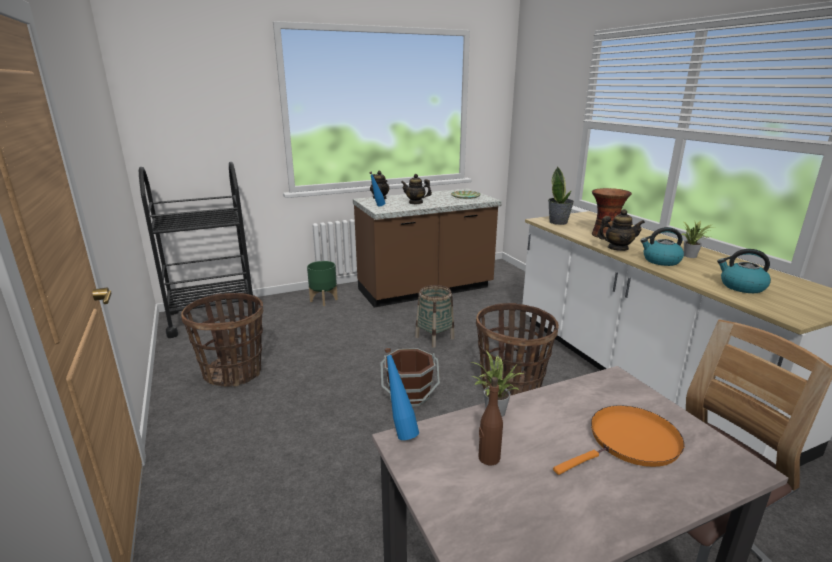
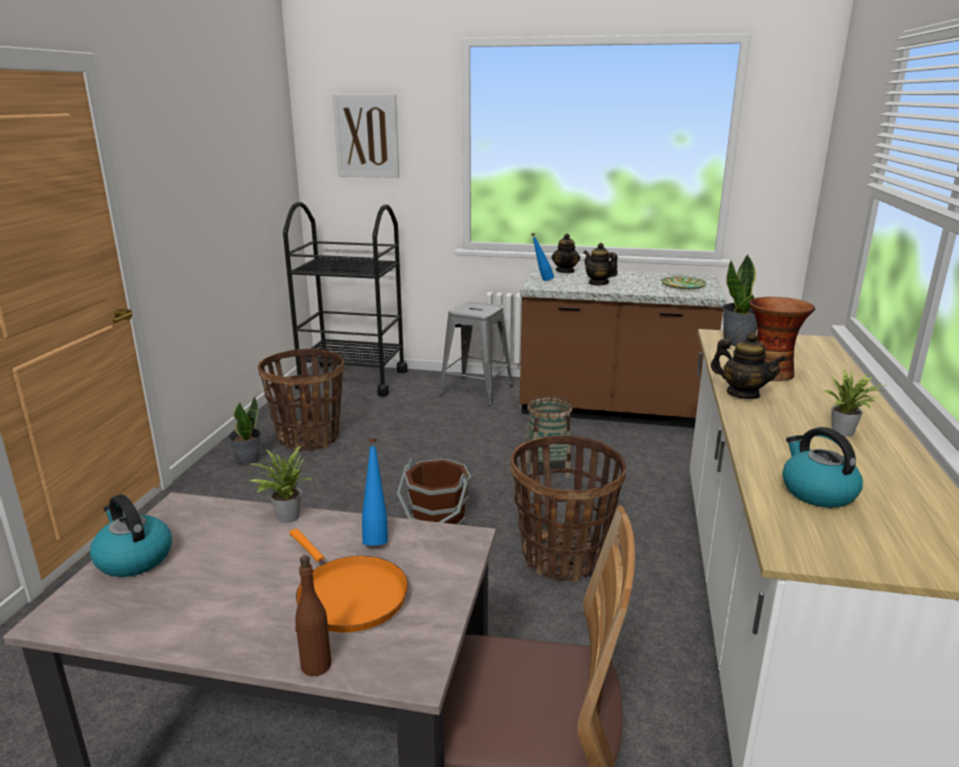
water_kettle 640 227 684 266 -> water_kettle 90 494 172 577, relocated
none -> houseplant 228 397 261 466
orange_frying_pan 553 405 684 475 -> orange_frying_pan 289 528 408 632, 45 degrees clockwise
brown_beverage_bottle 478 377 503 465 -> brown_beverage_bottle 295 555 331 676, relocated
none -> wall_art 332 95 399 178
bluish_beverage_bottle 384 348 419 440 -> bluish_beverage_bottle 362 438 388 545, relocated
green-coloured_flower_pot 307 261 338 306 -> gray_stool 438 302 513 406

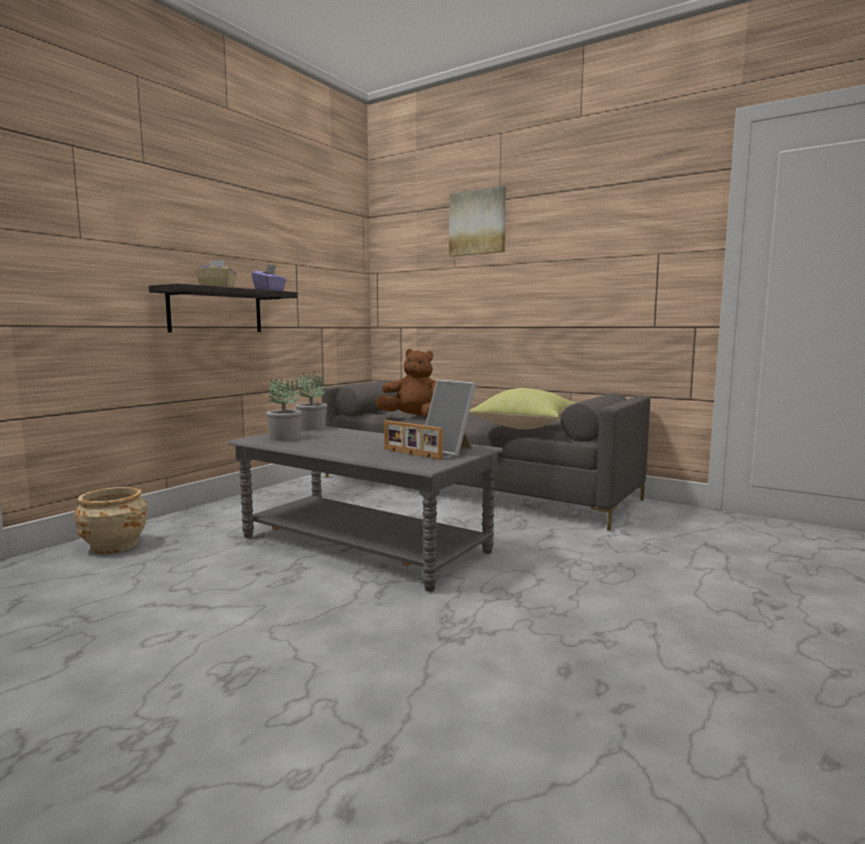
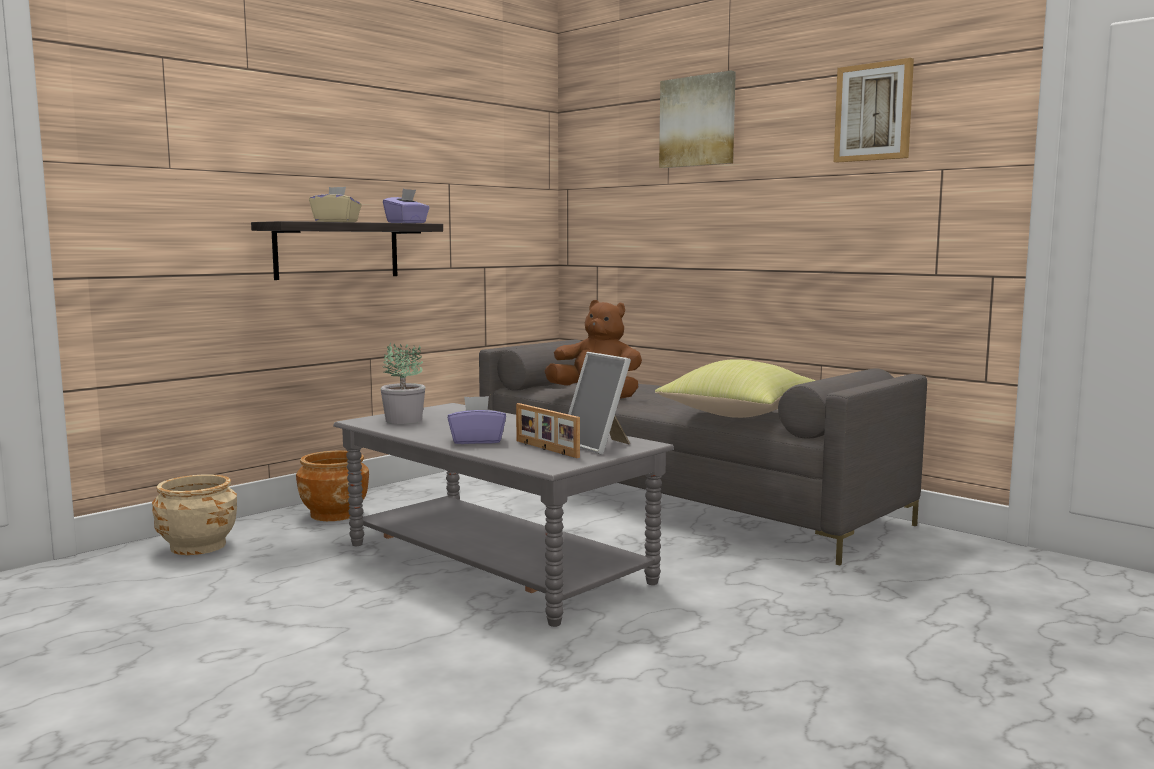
none -> brown_flower_pot 296 451 369 521
none -> purple_tissue_holder 448 396 506 444
none -> wall_art 834 58 914 163
houseplant 295 371 327 430 -> none

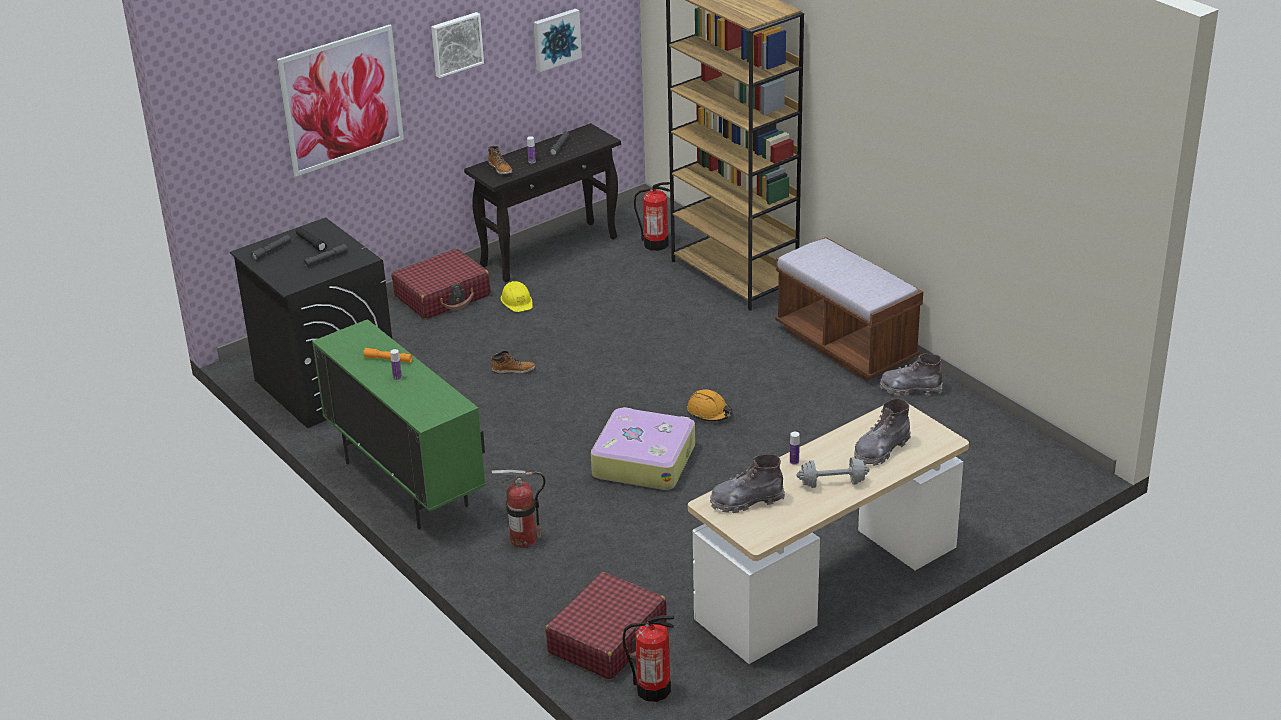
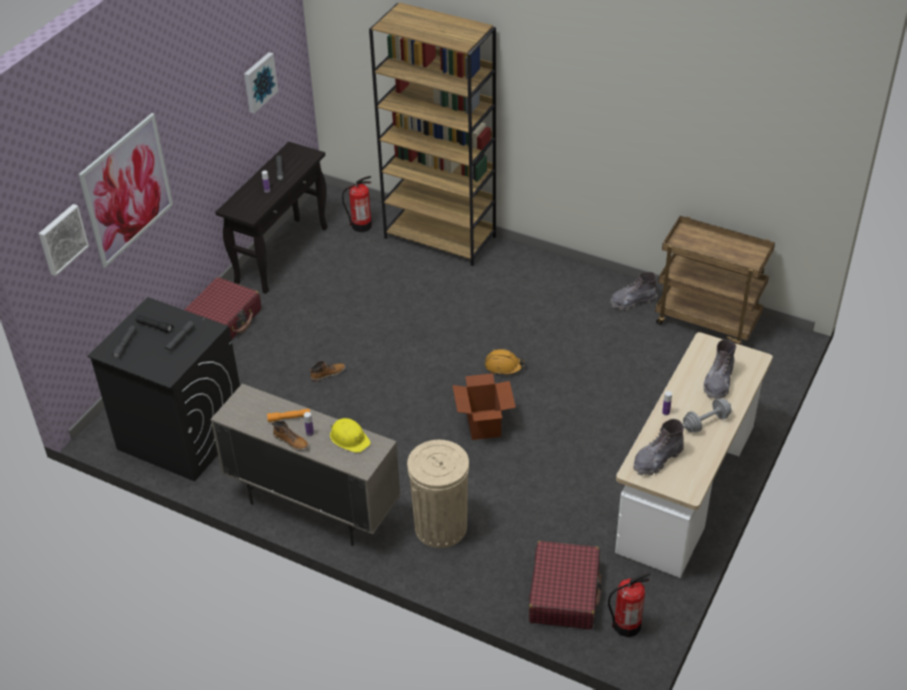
wall_art 431 12 484 78 -> wall_art 39 204 89 276, relocated
green-coloured_cabinet 312 319 486 530 -> sand-coloured_cabinet 210 383 401 546
high-top_boot 488 146 512 175 -> high-top_boot 272 420 309 451, relocated
yellow_hard_hat 501 281 533 312 -> yellow_hard_hat 330 418 371 453, relocated
fire_extinguisher 492 470 546 548 -> sand-coloured_waste_bin 407 440 469 548
piece_of_luggage 591 407 695 490 -> packing_box 452 373 516 440
none -> brown_trolley 655 216 775 345
brown_bench 775 237 923 381 -> none

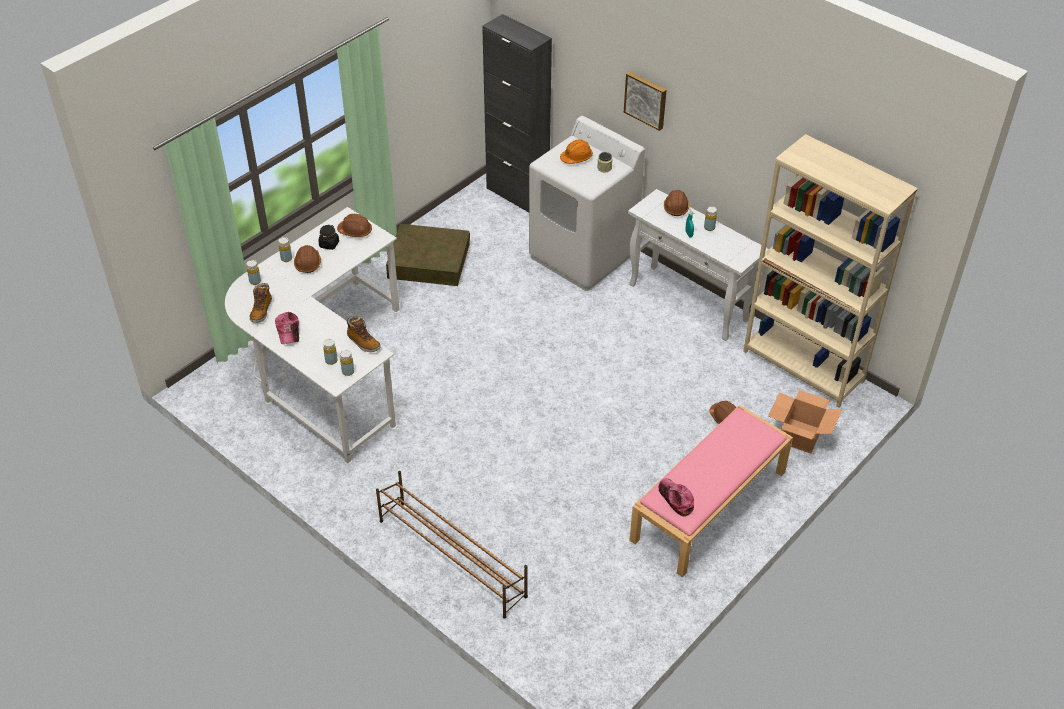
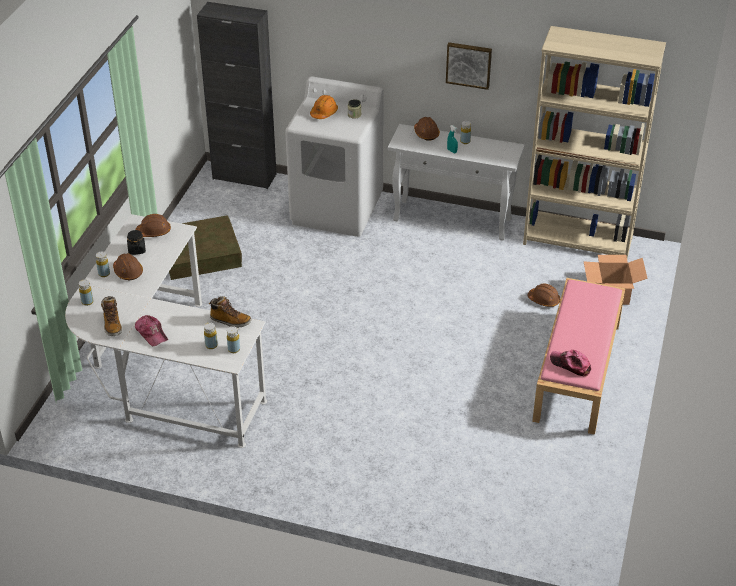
wall_art 624 72 667 131 -> wall_art 446 42 492 90, relocated
brown_shoe_stand 376 471 528 619 -> none

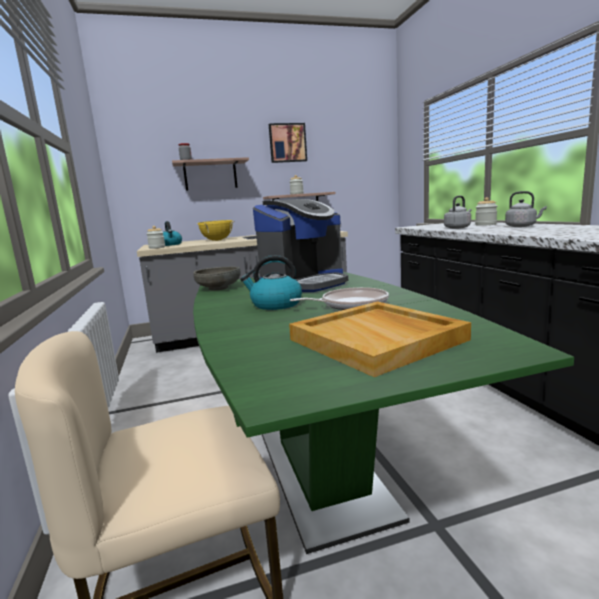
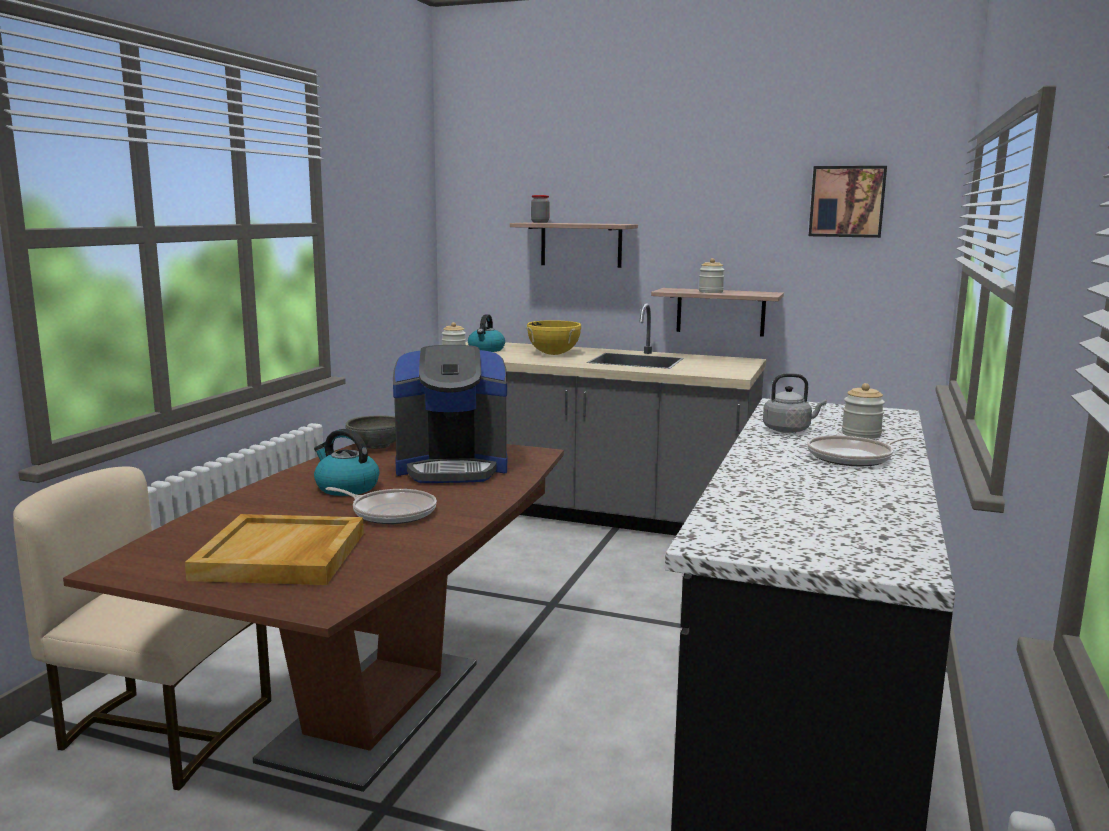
green-coloured_dining_table 193 272 574 554 -> brown_dining_table 63 441 564 792
gray_water_kettle 505 191 547 227 -> frying_pan 807 435 918 466
wall_art 269 123 307 163 -> wall_art 809 166 887 238, relocated

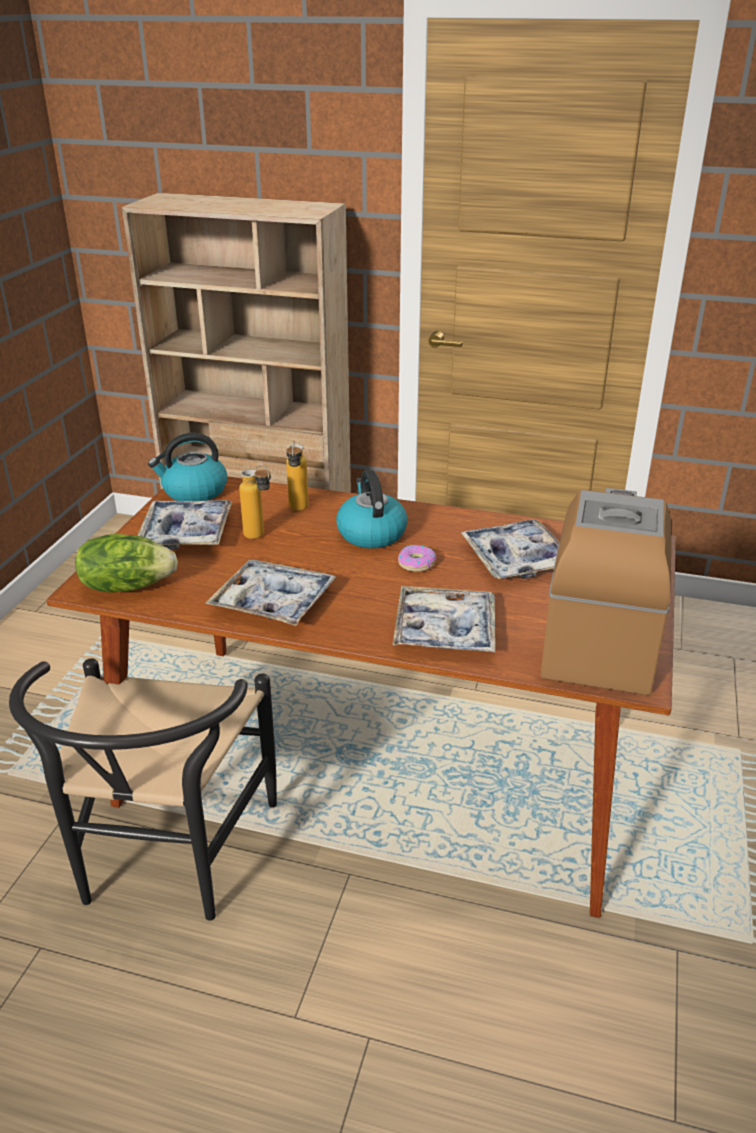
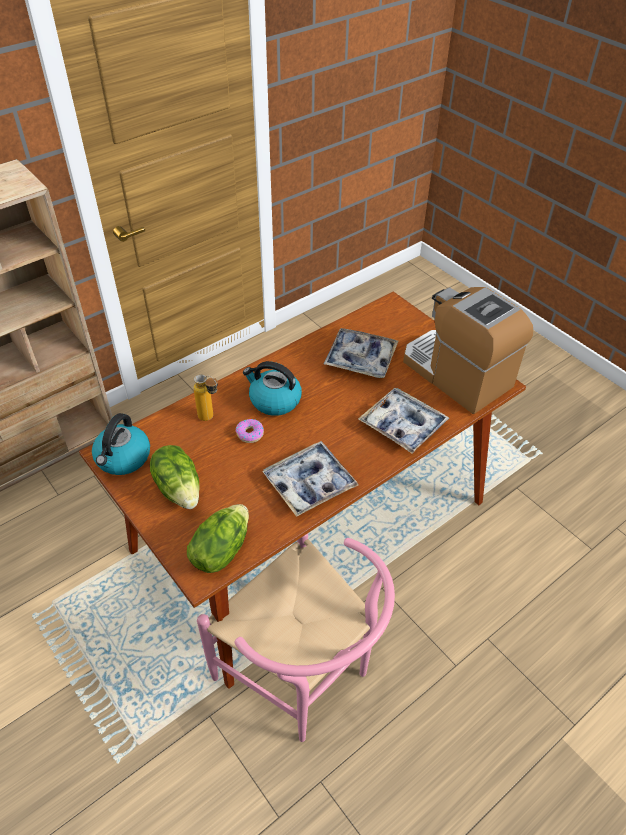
carrying_tray 137 500 232 550 -> head_of_lettuce 150 445 200 509
black_upright_chair 9 658 277 921 -> pink_upright_chair 197 534 395 742
doughnut 398 545 436 572 -> doughnut 236 419 264 443, relocated
beverage_bottle 239 464 271 539 -> none

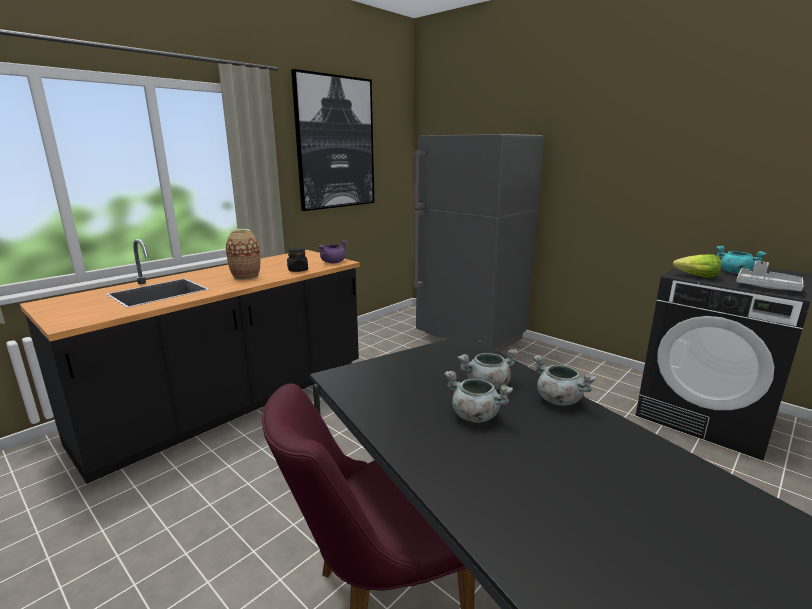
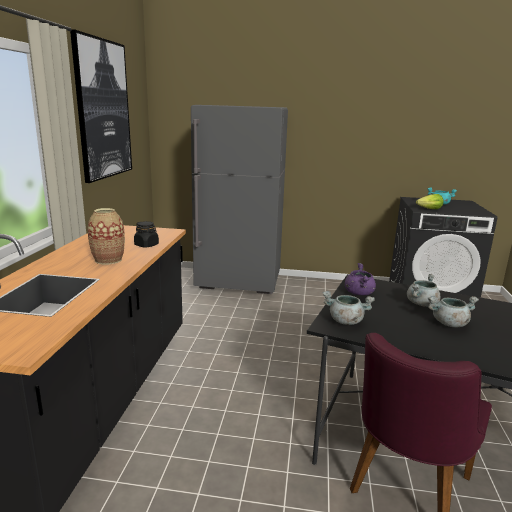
gray_stockpot 533 355 597 406 -> gray_stockpot 323 291 375 325, relocated
purple_stockpot 318 240 347 264 -> purple_stockpot 345 263 376 295, relocated
gray_carrying_tray 736 261 803 291 -> none

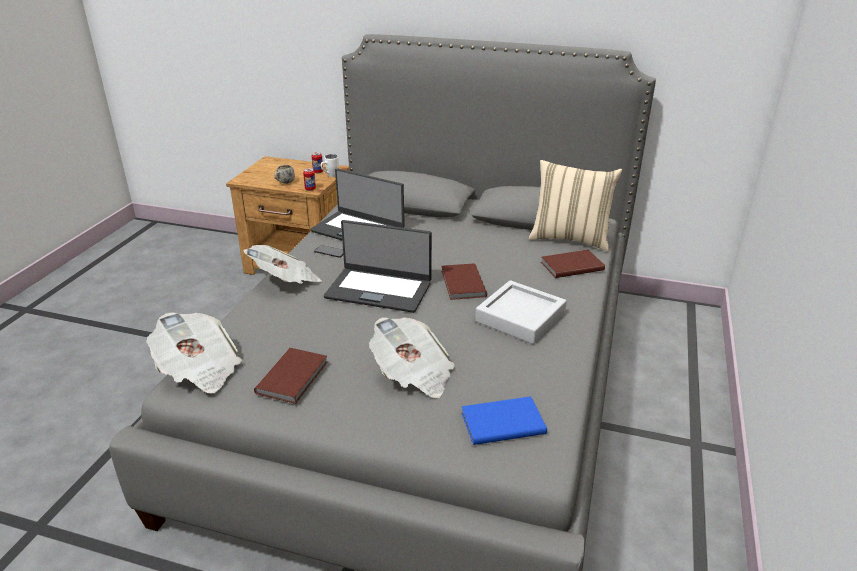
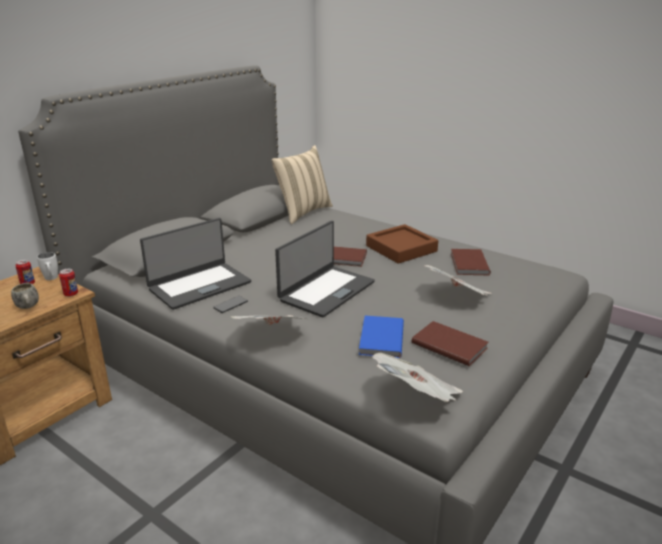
bluish_book 461 396 547 445 -> bluish_book 359 316 404 358, relocated
gray_carrying_tray 475 280 567 344 -> brown_carrying_tray 366 224 438 264
brown_book 541 250 605 278 -> brown_book 451 249 491 275, relocated

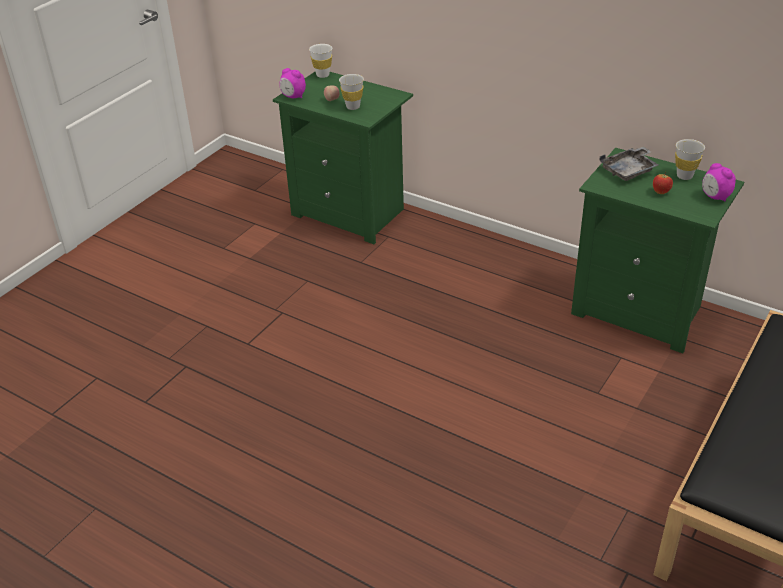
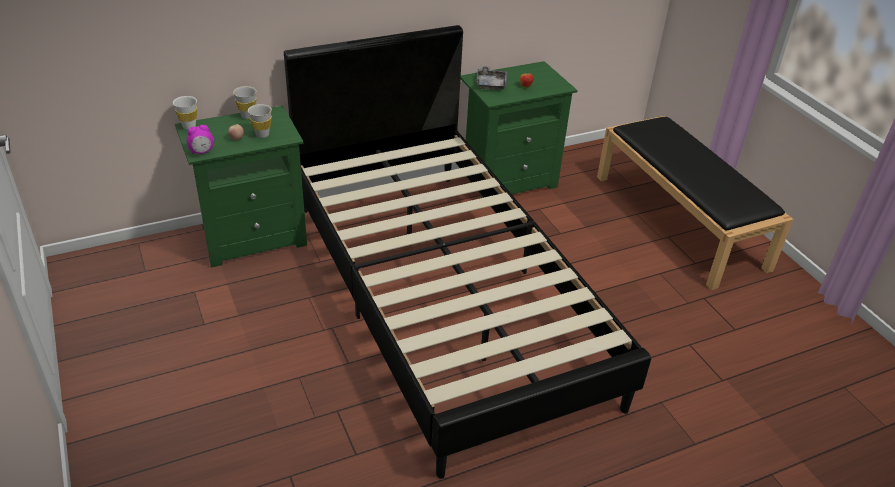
whitish_small_cup 675 139 705 180 -> whitish_small_cup 233 86 256 119, relocated
none -> black_bedroom_bed 284 25 651 479
table_clock 702 163 736 202 -> none

